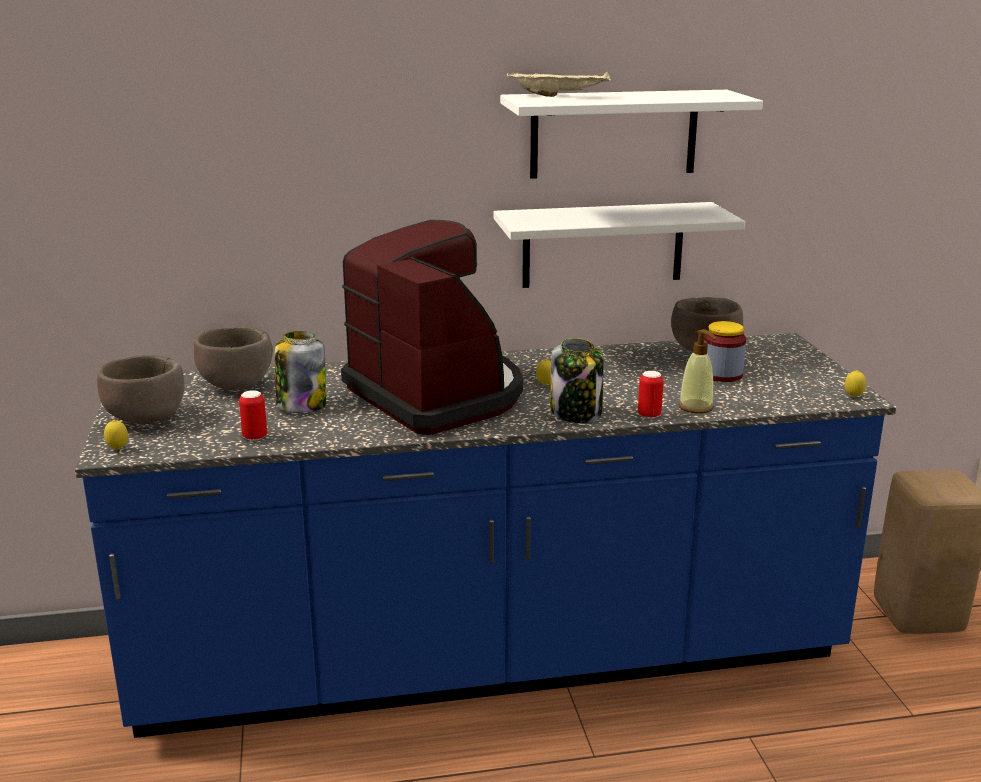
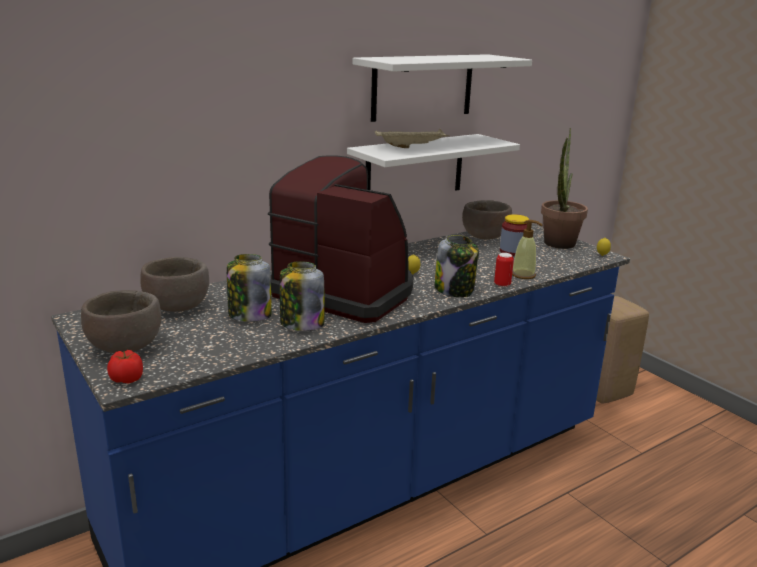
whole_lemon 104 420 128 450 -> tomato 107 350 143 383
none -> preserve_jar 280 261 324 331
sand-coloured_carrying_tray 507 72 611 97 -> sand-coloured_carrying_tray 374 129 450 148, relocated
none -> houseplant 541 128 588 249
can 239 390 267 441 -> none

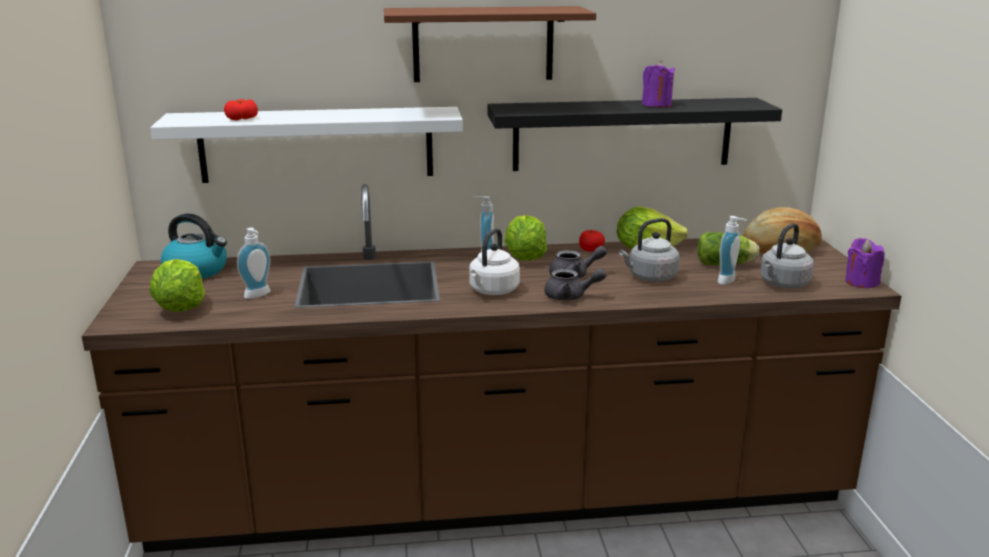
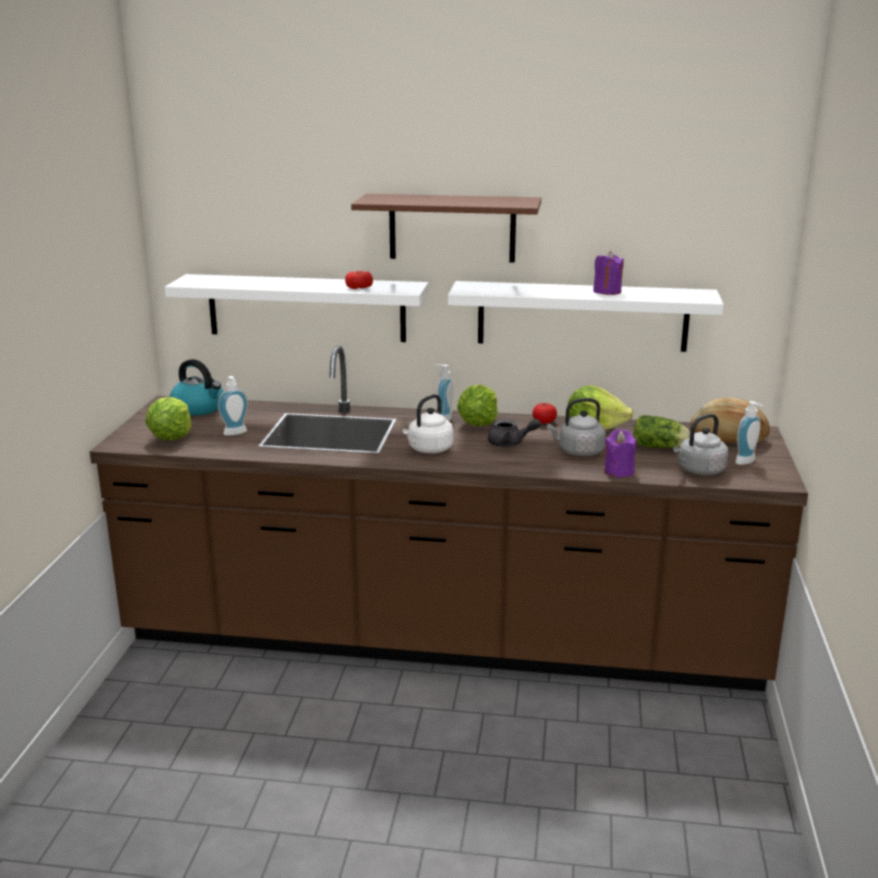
tomato 224 99 258 120 -> tomato 345 271 373 289, relocated
black_bracket_shelf 487 98 782 171 -> whitish_bracket_shelf 448 281 724 352
purple_candle 845 238 885 288 -> purple_candle 604 429 636 477, relocated
soap_dispenser 718 216 747 285 -> soap_dispenser 735 401 764 465, relocated
gray_tea_pot 544 268 606 301 -> none

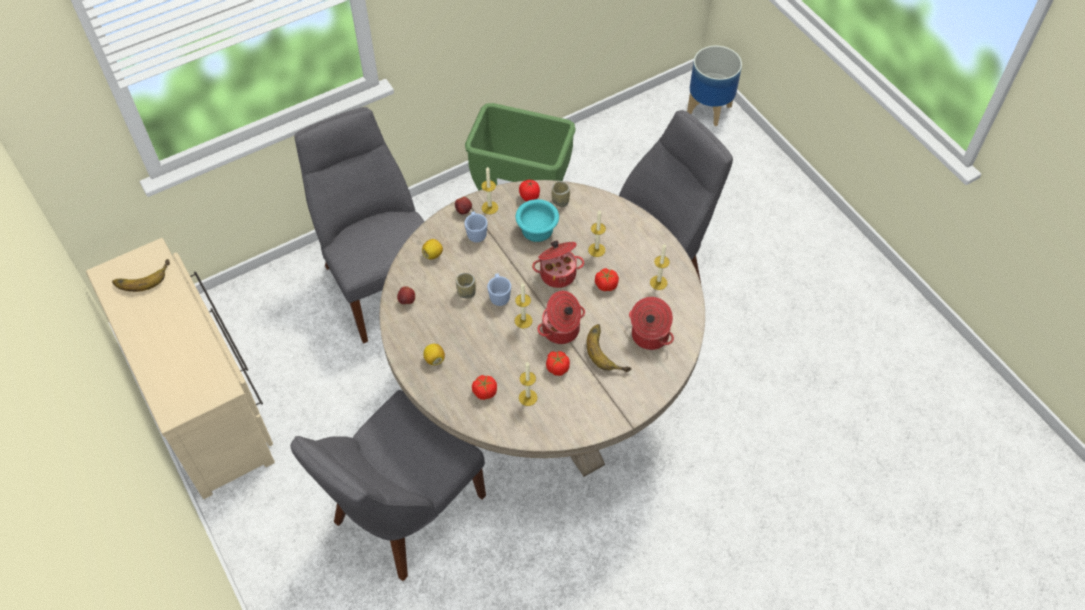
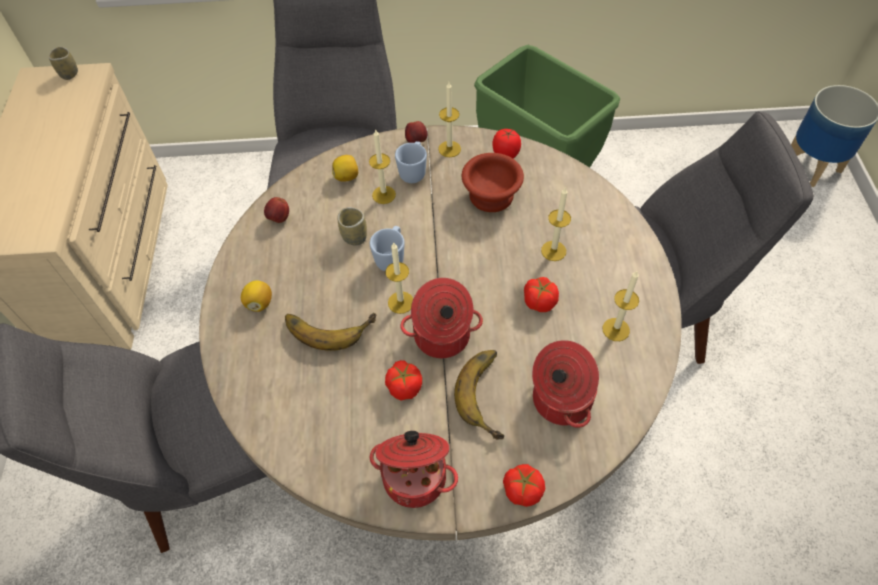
small_cup 551 181 570 207 -> small_cup 49 46 78 80, relocated
banana 112 259 170 292 -> banana 285 313 376 351, relocated
candle 519 361 537 406 -> candle 369 129 396 204, relocated
stockpot 532 241 584 288 -> stockpot 370 431 458 508, relocated
blue-green_serving_bowl 516 199 559 242 -> brown_serving_bowl 462 153 524 212
tomato 472 375 497 400 -> tomato 503 464 545 507, relocated

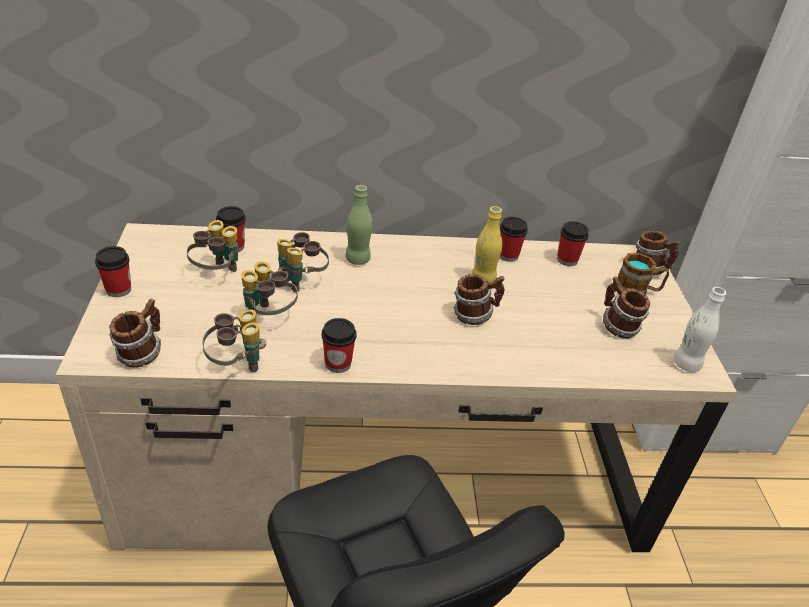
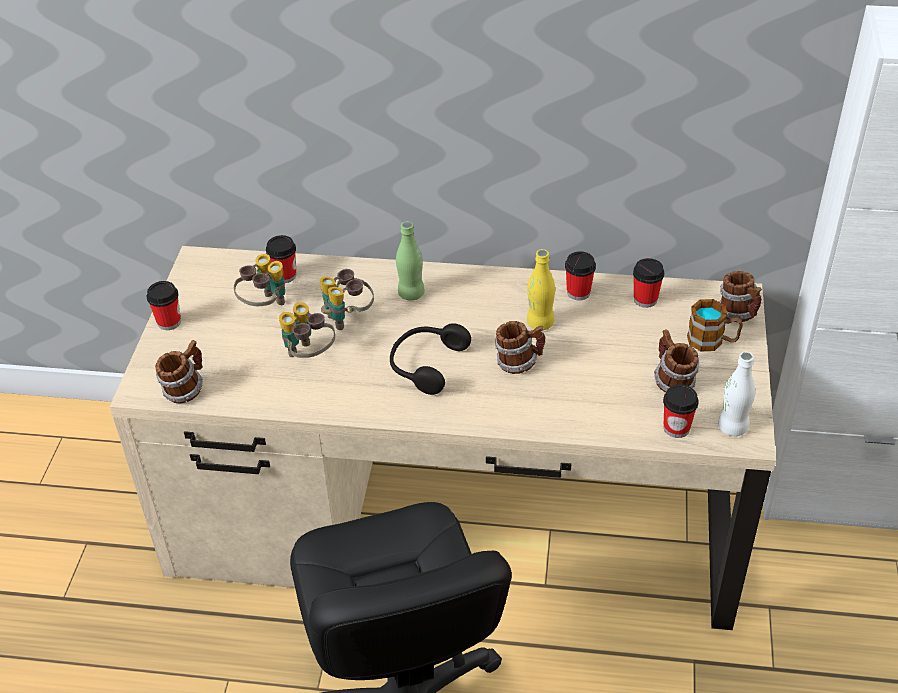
none -> black_headphones 390 323 471 395
small_cup 322 318 356 373 -> small_cup 663 384 699 438, relocated
field_glasses 202 309 266 373 -> none

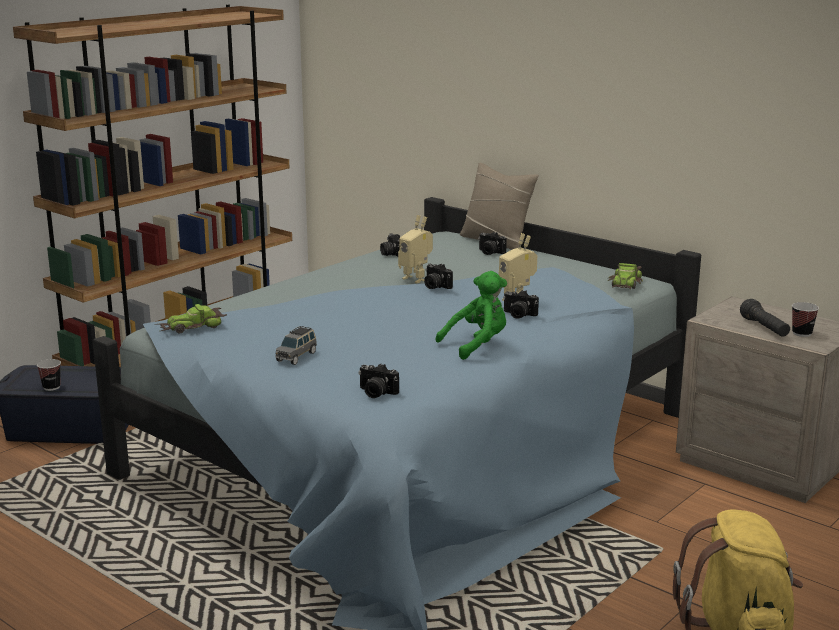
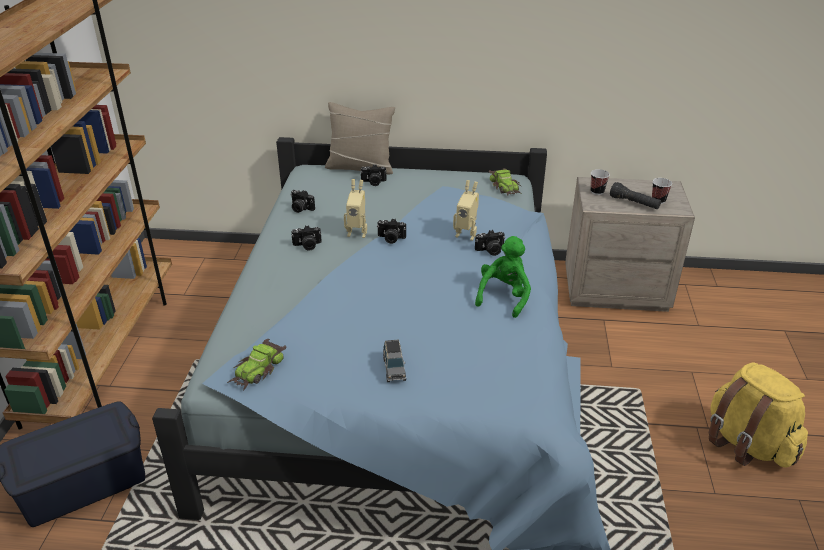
photo_camera 359 363 399 398 -> photo_camera 291 225 322 250, relocated
small_cup 37 359 61 391 -> small_cup 591 169 610 195, relocated

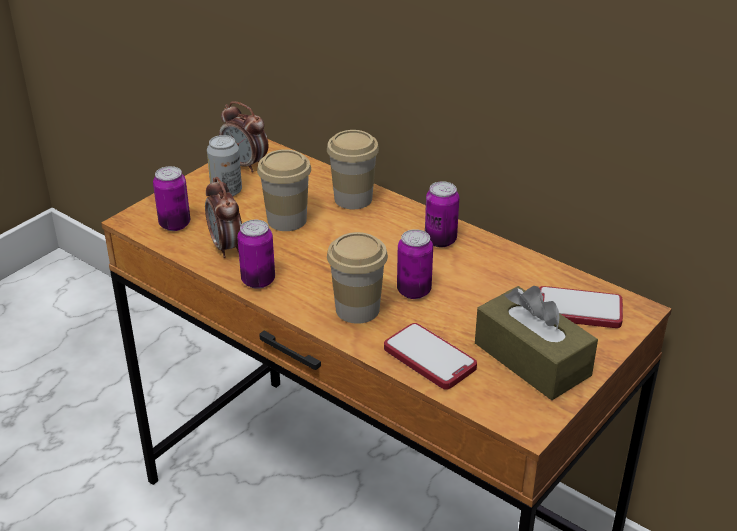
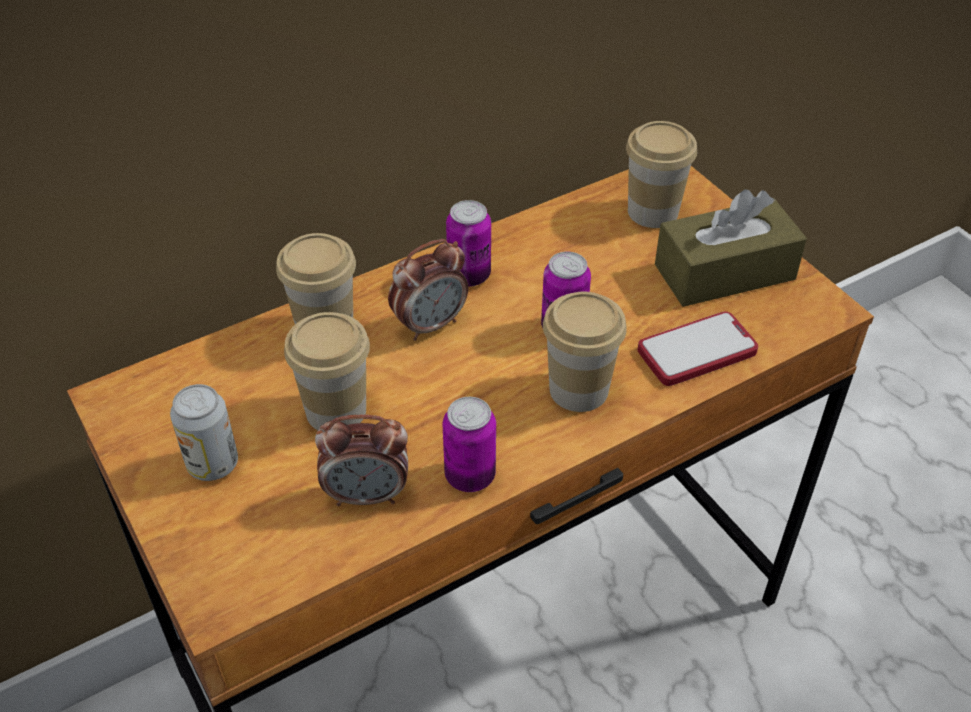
table_clock 219 101 268 172 -> table_clock 388 239 468 341, relocated
handset 539 286 623 328 -> small_cup 626 121 697 228
can 153 166 190 231 -> none

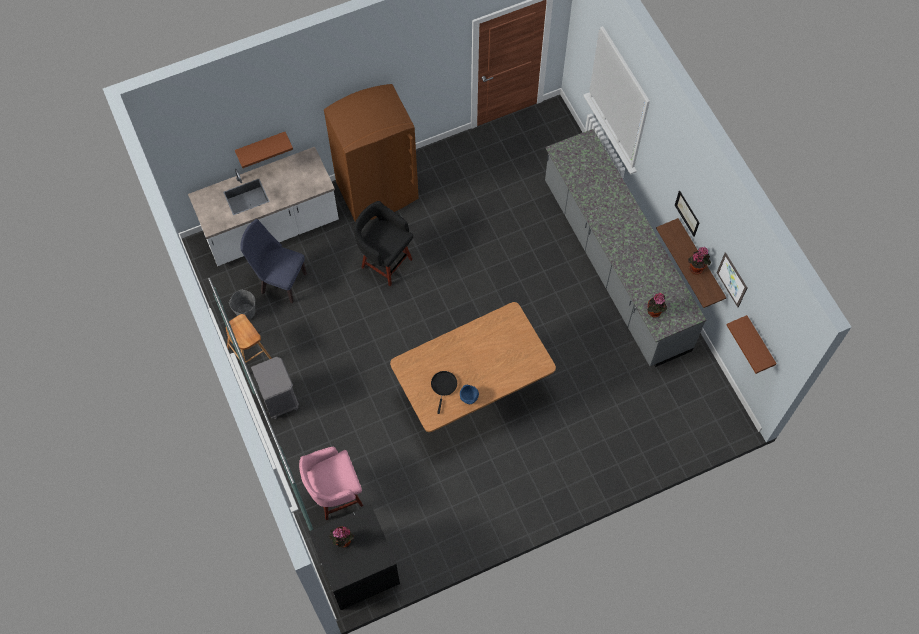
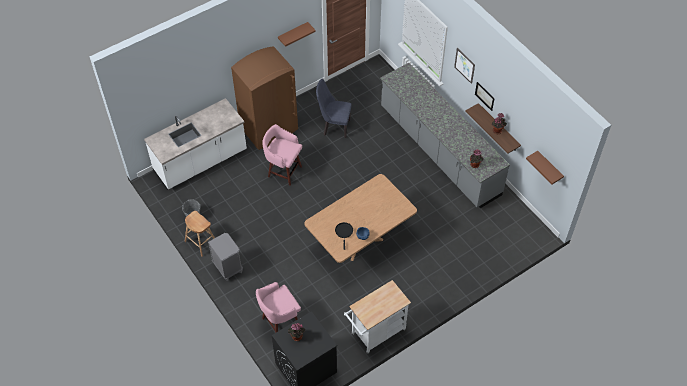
black_stool 354 201 413 286 -> pink_stool 262 124 302 185
brown_bracket_shelf 235 132 293 168 -> brown_bracket_shelf 278 22 316 47, relocated
bluish_upright_chair 240 219 307 303 -> bluish_upright_chair 316 78 352 138, relocated
none -> whitish_trolley 344 280 411 353
wall_art 717 252 747 307 -> wall_art 454 48 475 84, relocated

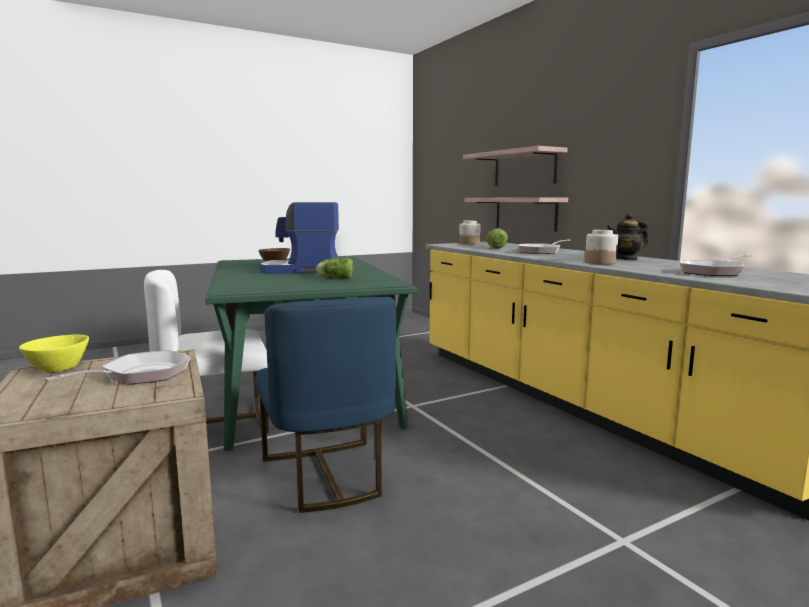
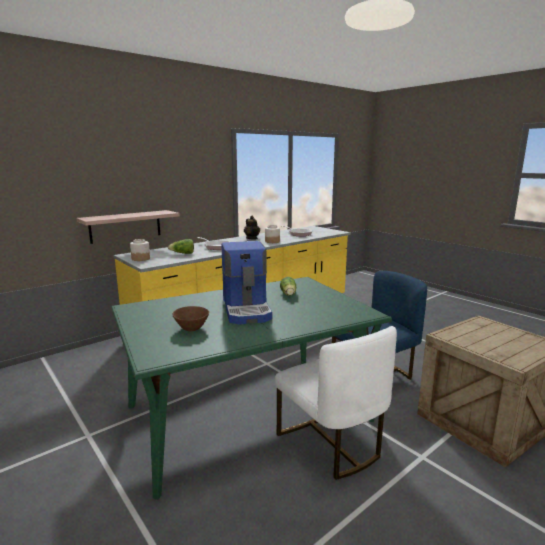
yellow_serving_bowl 19 334 89 372 -> none
frying_pan 44 350 191 385 -> none
bracket_shelf 463 146 568 186 -> none

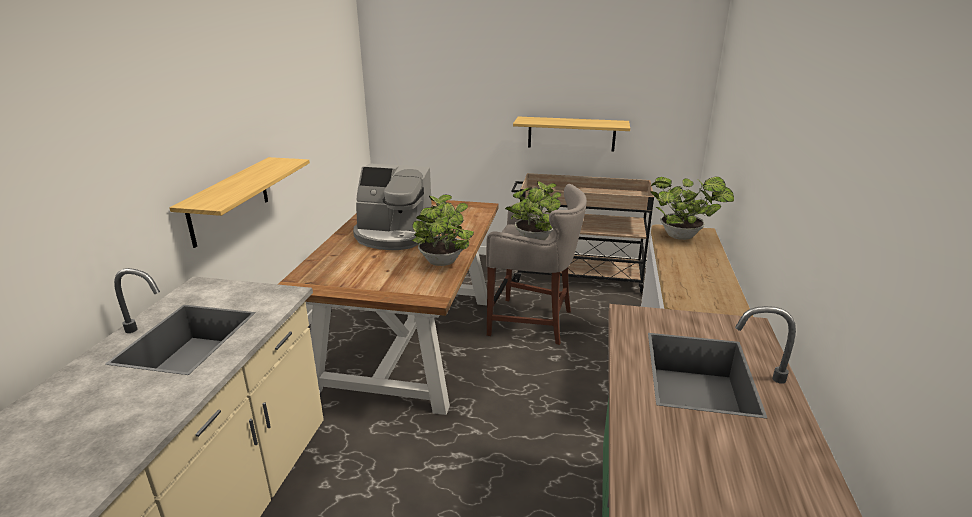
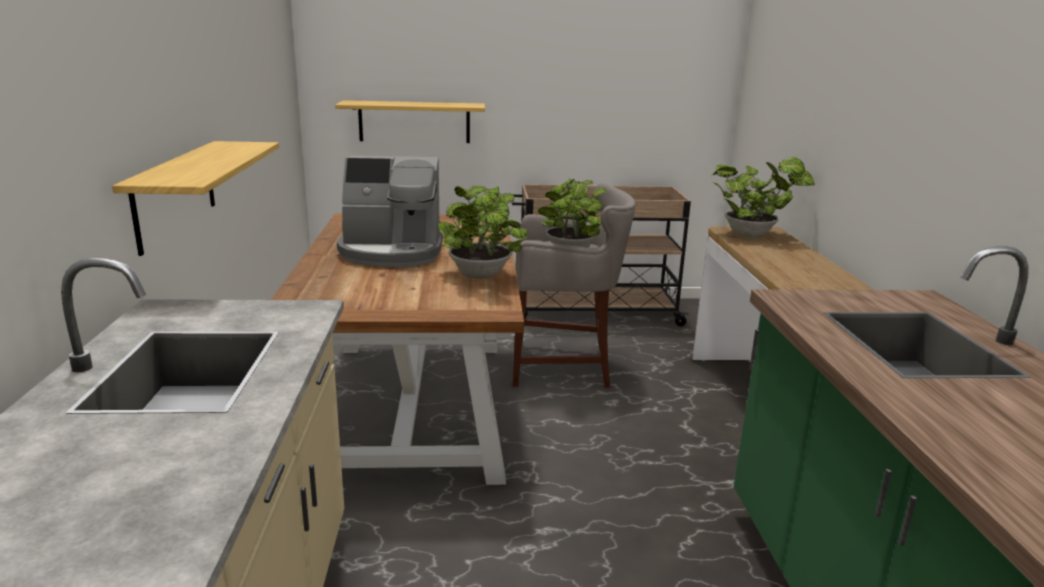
bracket_shelf 513 117 630 152 -> bracket_shelf 335 100 485 143, relocated

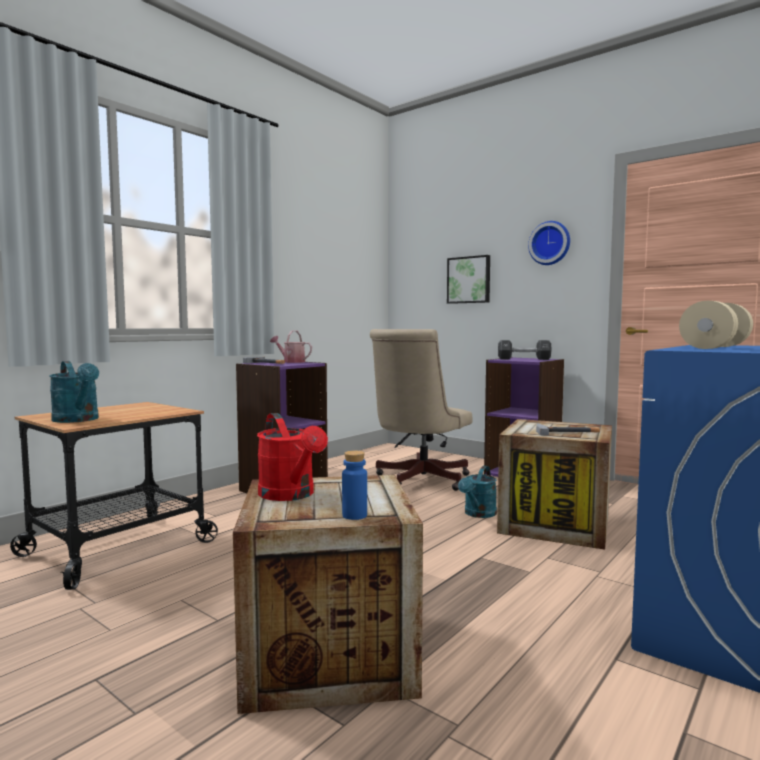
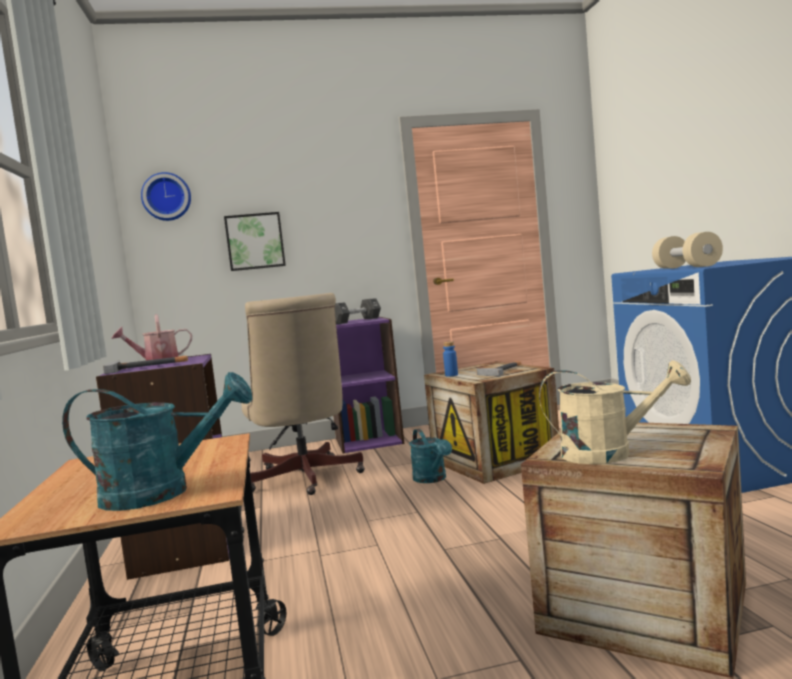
wall_clock 528 221 570 265 -> wall_clock 141 172 191 221, relocated
bluish_beverage_bottle 342 451 367 520 -> bluish_beverage_bottle 443 342 458 377, relocated
red-coloured_watering_pot 257 413 328 501 -> sand-coloured_watering_pot 539 360 691 464

